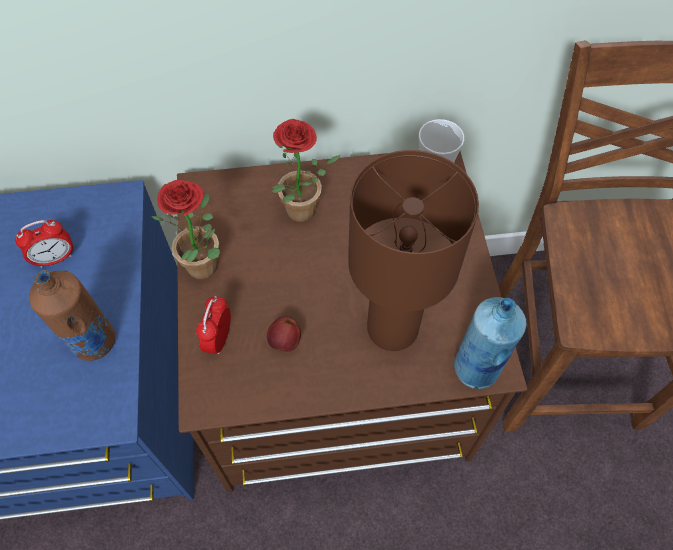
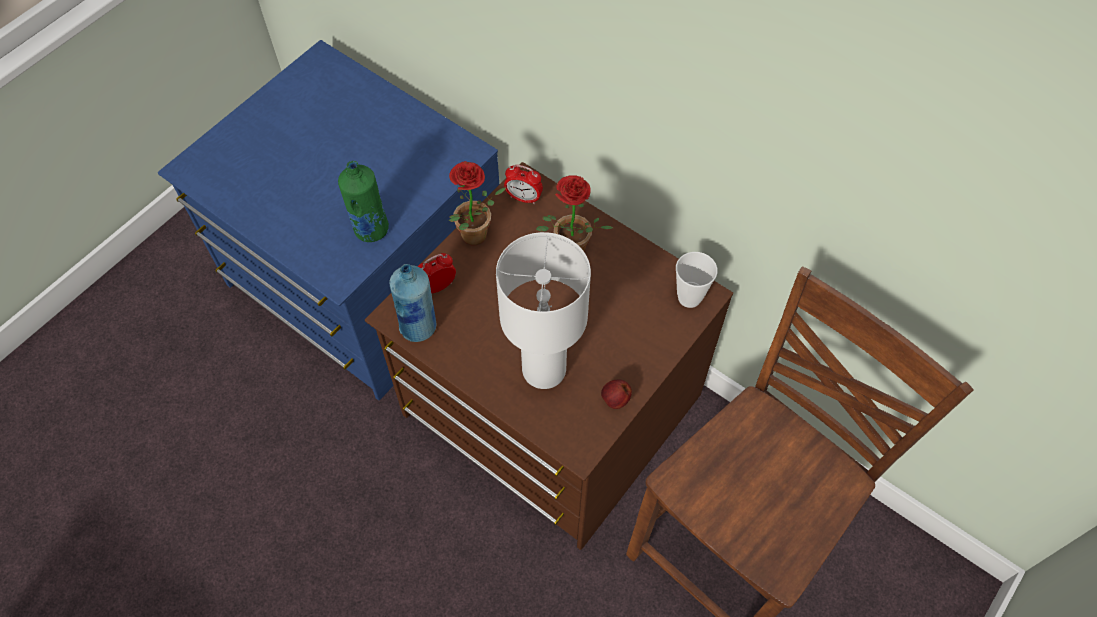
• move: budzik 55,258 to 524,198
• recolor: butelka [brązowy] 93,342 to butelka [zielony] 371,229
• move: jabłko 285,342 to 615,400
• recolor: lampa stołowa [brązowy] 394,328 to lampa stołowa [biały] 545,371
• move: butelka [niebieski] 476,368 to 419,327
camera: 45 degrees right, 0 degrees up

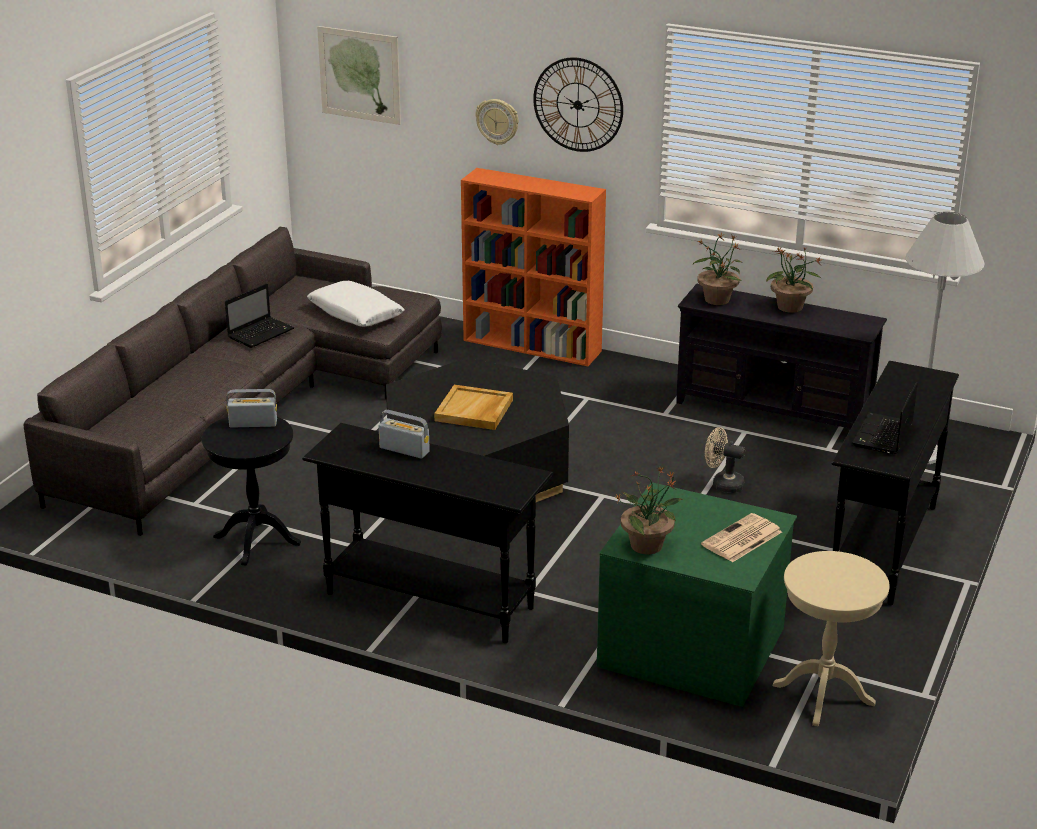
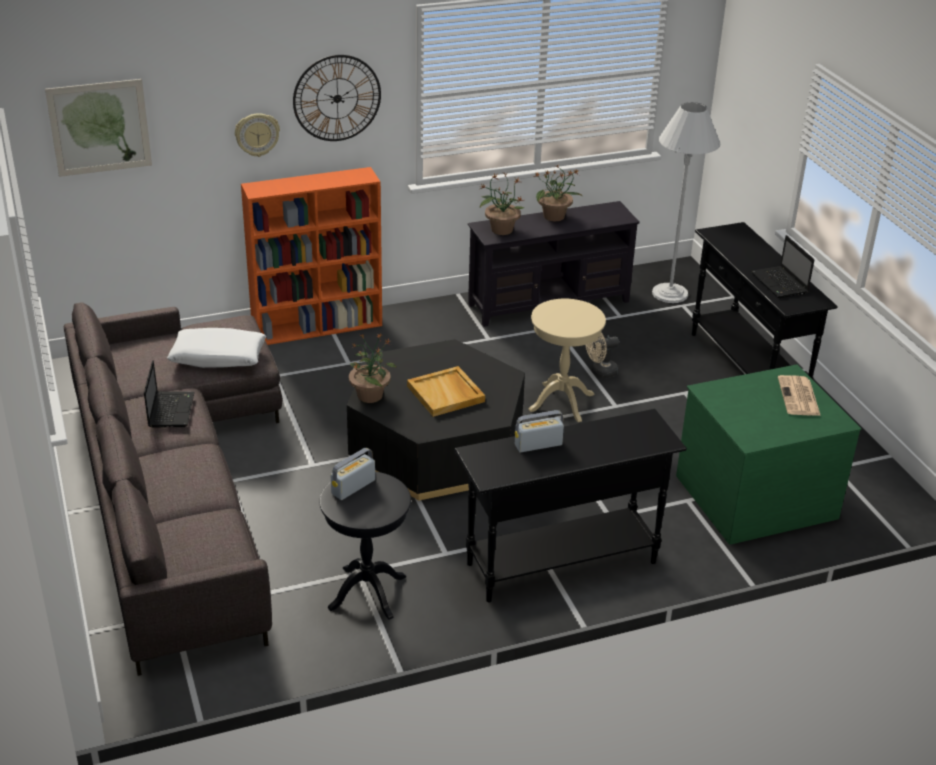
• move: roślina doniczkowa 647,545 to 370,395
• move: stolik [beżowy] 823,694 to 561,402
camera: 45 degrees left, 5 degrees up

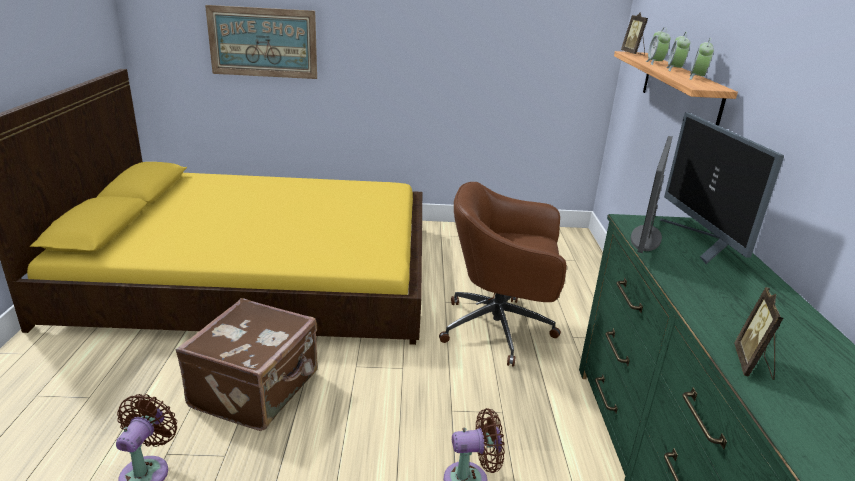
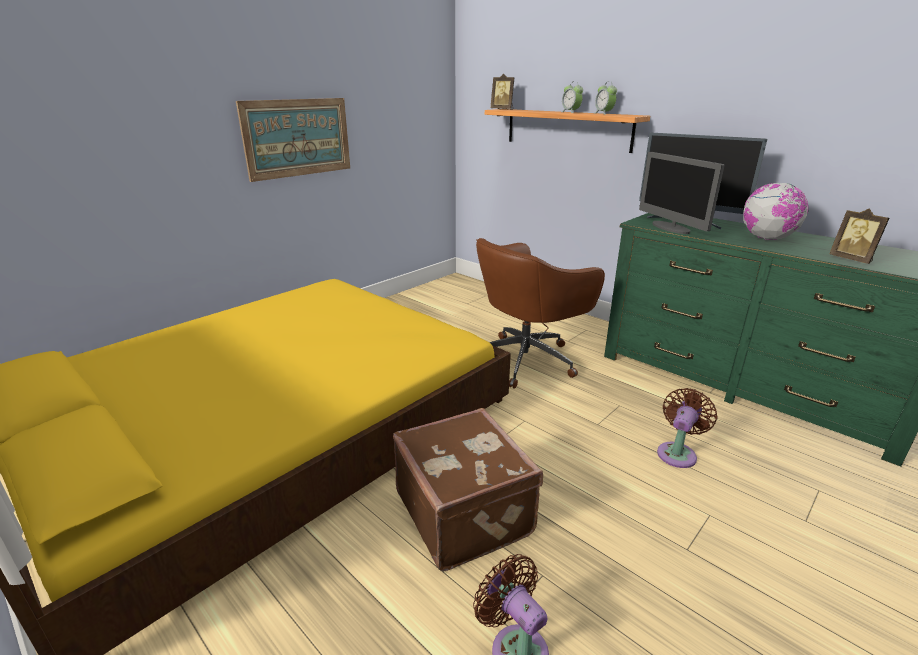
• move: obraz 263,42 to 298,138
• delete: budzik 655,63
• insert: globus 767,238
camera: 45 degrees left, 0 degrees up

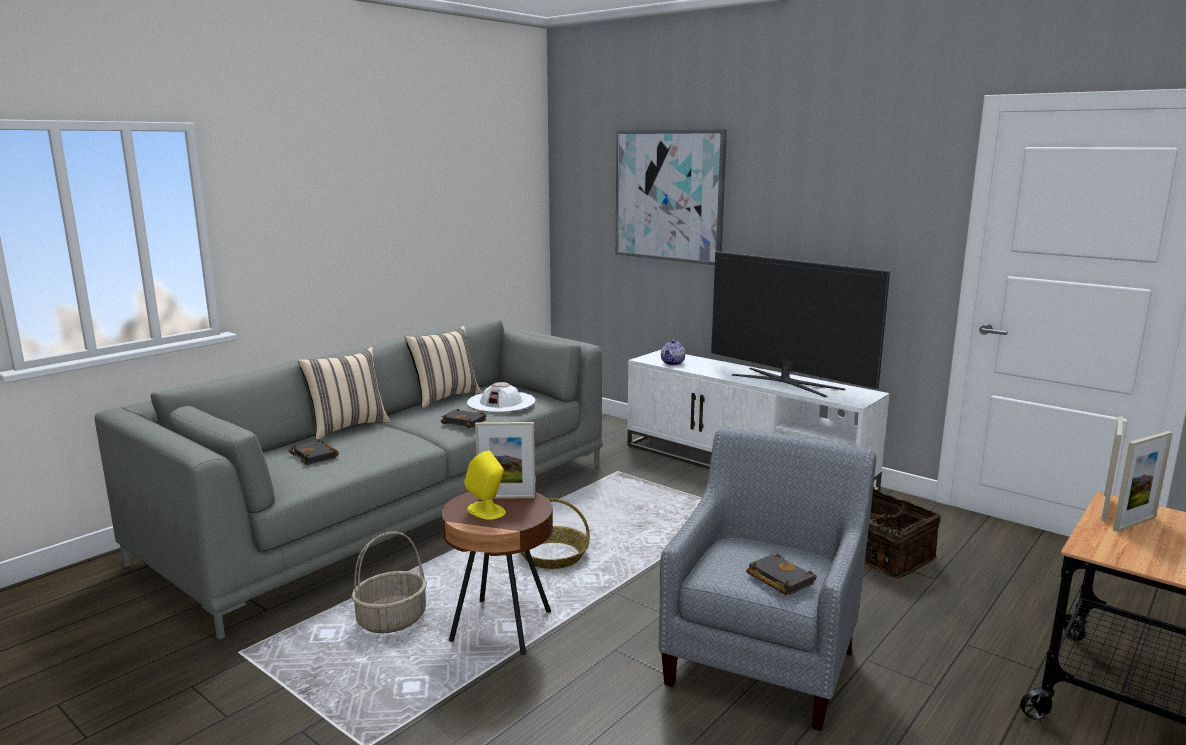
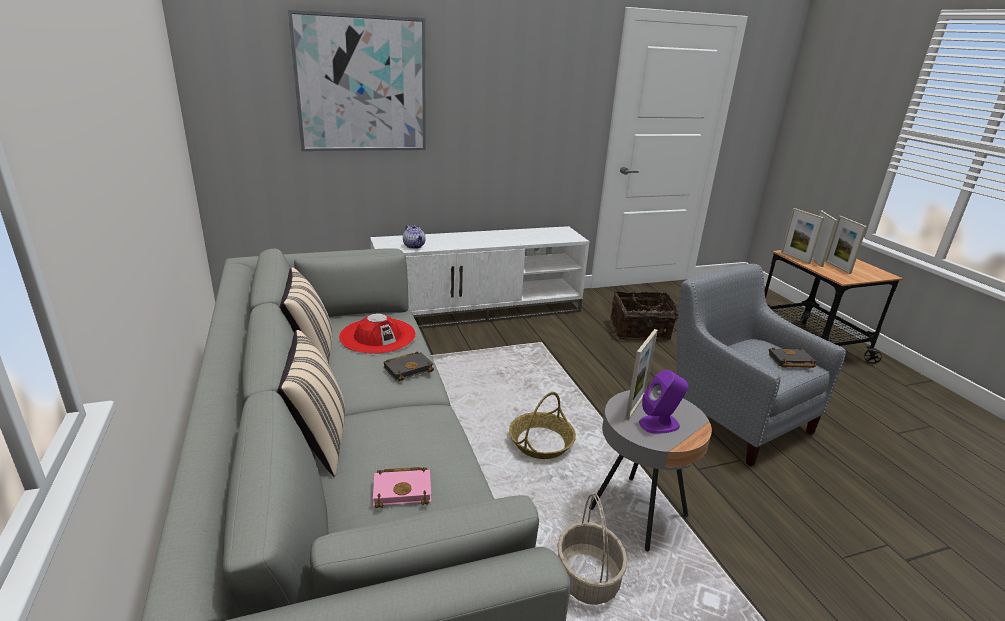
• recolor: książka [czarny] 316,456 to książka [różowy] 404,489
• recolor: stolik [brązowy] 501,626 to stolik [szary] 638,512
• recolor: głośnik [żółty] 486,511 to głośnik [fioletowy] 659,424
• recolor: kapelusz [biały] 501,402 to kapelusz [czerwony] 377,336
• delete: telewizor 787,382
• insert: ramka na zdjęcie 837,267
camera: 60 degrees left, 10 degrees up

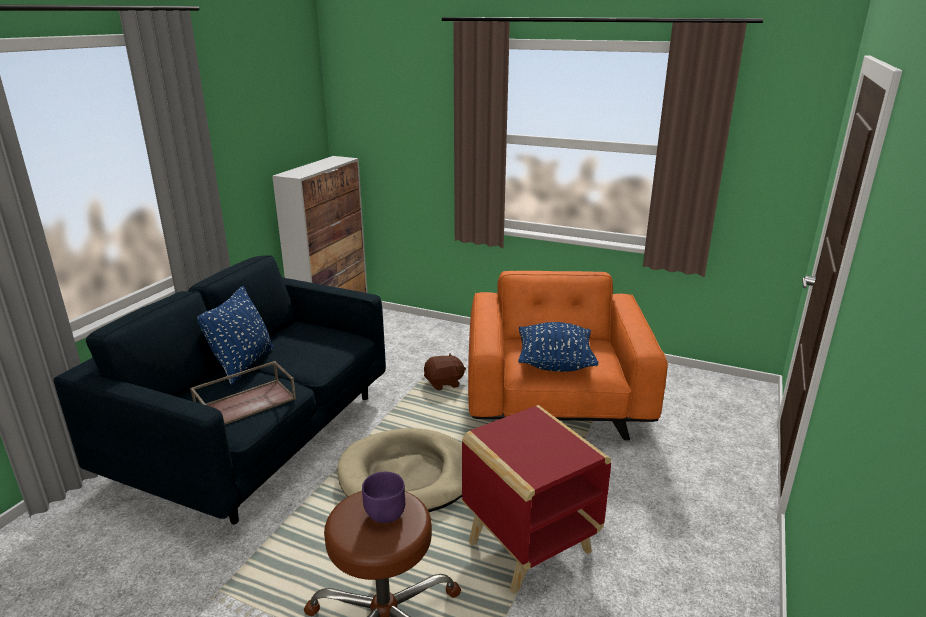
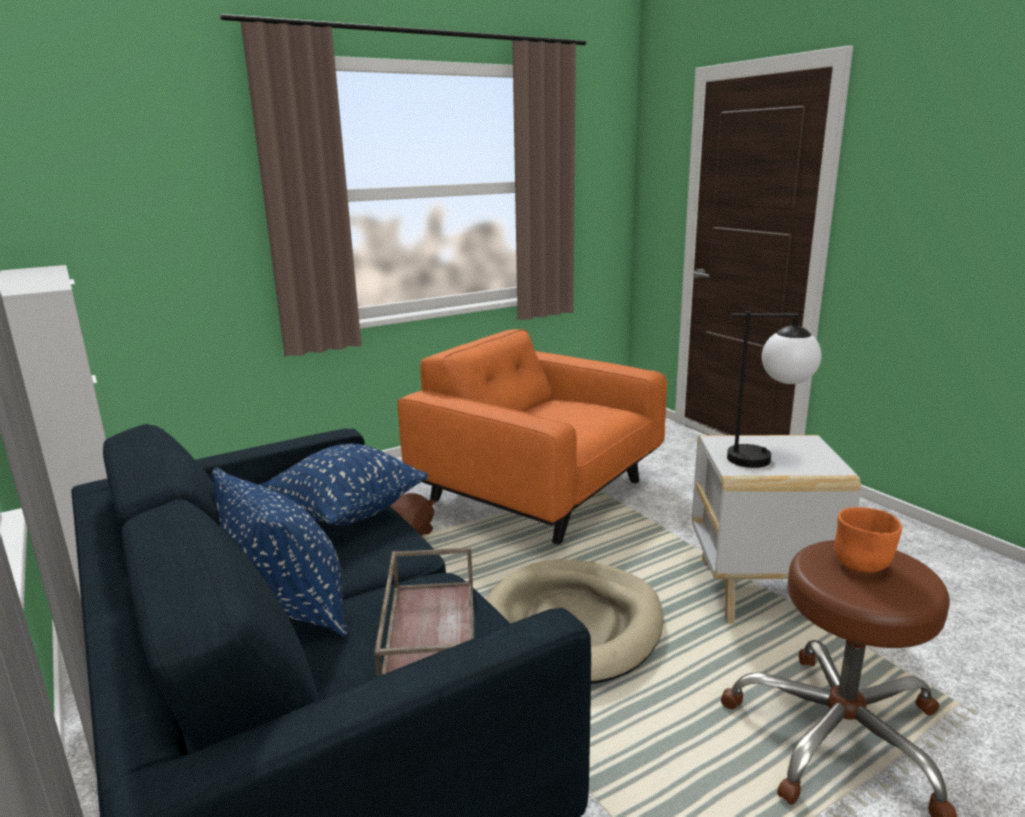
• recolor: miska [fioletowy] 385,516 to miska [pomarańczowy] 863,566
• recolor: stolik [czerwony] 530,546 to stolik [biały] 757,588
• move: poduszka [niebieski] 555,363 to 347,512
• insert: lampa stołowa 766,459
camera: 55 degrees left, 5 degrees down

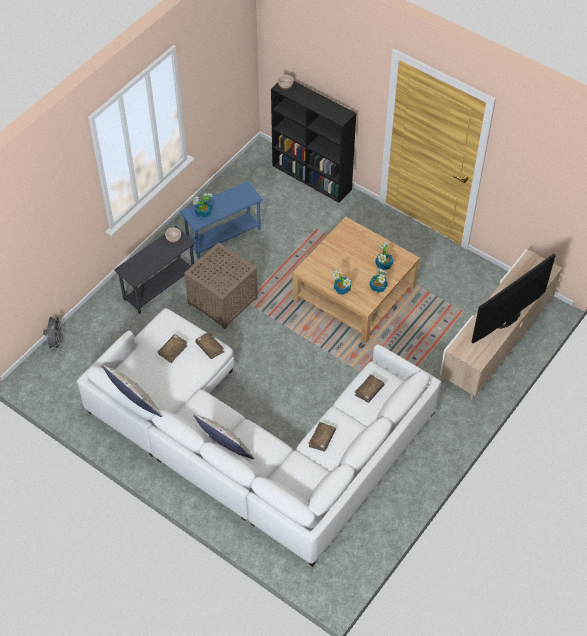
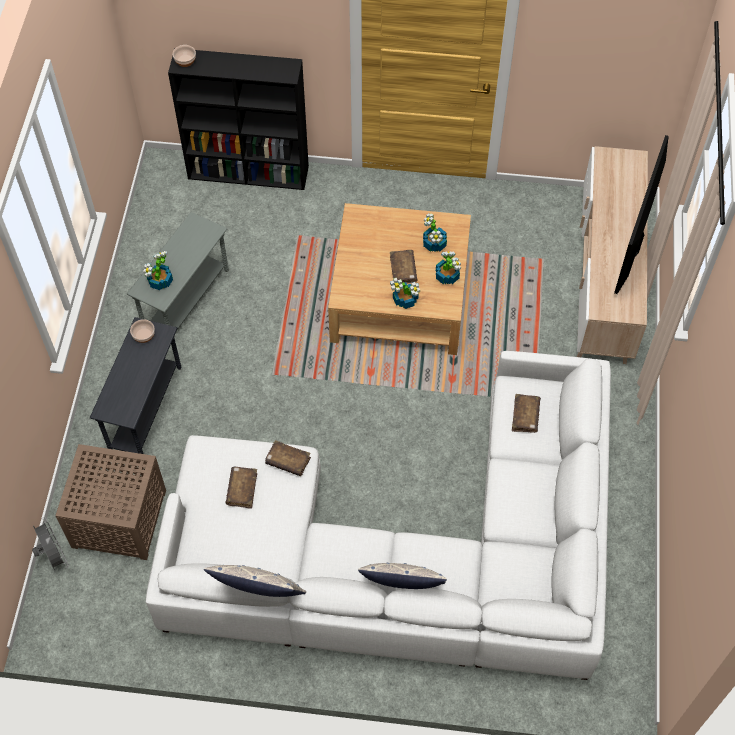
• recolor: stolik [niebieski] 223,236 to stolik [szary] 186,300
• move: stolik [brązowy] 223,301 to 120,520
• move: książka [brązowy] 322,439 to 403,270
camera: 30 degrees left, 5 degrees up

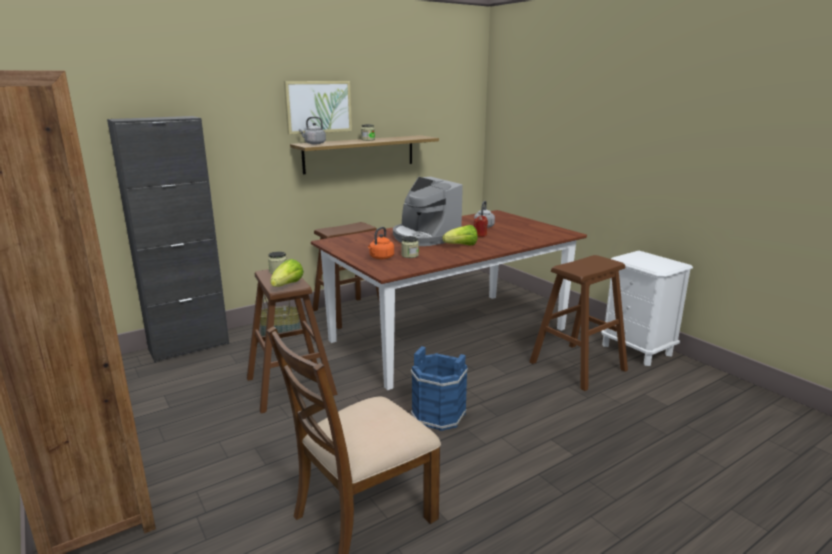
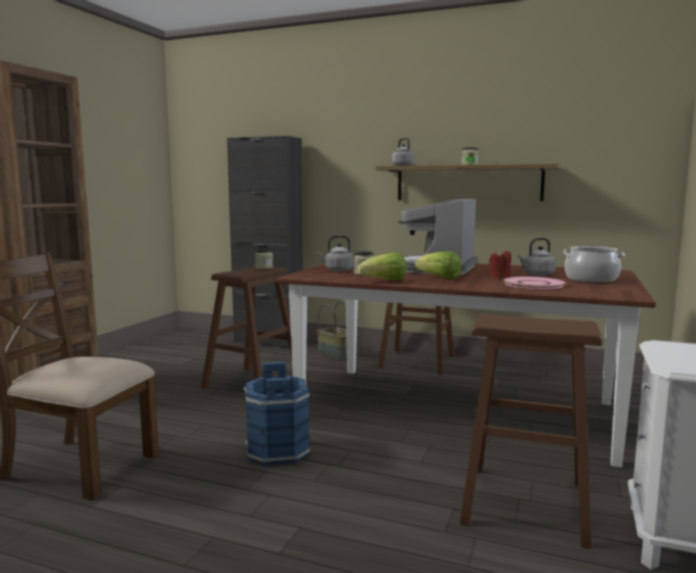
• move: sałata 287,285 to 385,281
• delete: obraz 318,107
• recolor: czajnik [pomarańczowy] 381,258 to czajnik [szary] 337,270
• insert: talerz [różowy] 534,284
• insert: garnek 591,279
camera: 55 degrees right, 10 degrees down

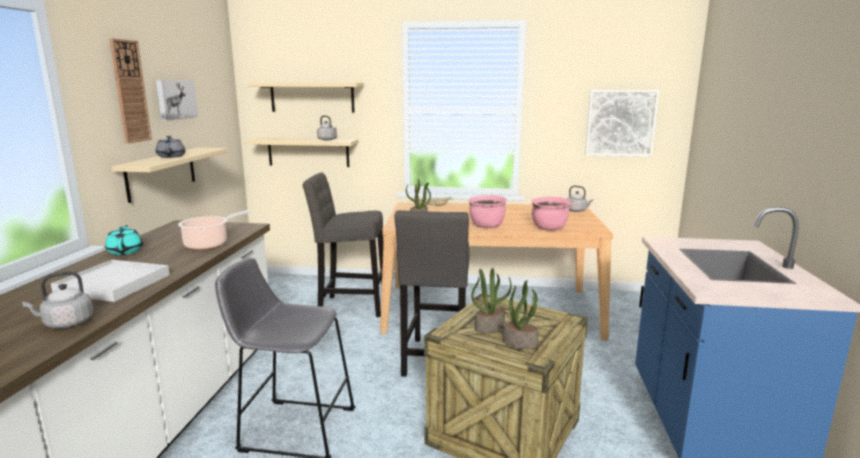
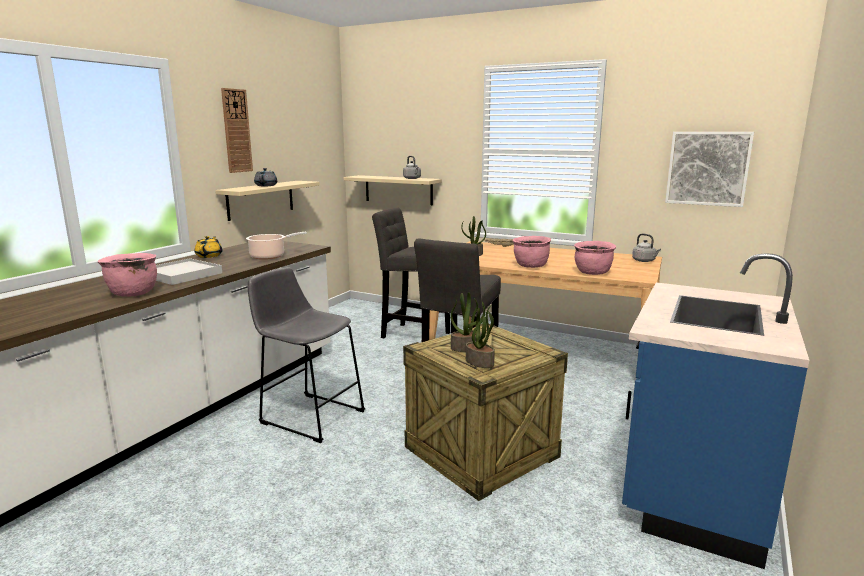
• replace: czajnik [szary] 66,323 to garnek [różowy] 132,293
• recolor: imbryk [turkusowy] 125,251 to imbryk [żółty] 209,256
• delete: obraz 175,99
• delete: półka [beżowy] 312,97
camera: 20 degrees right, 0 degrees up

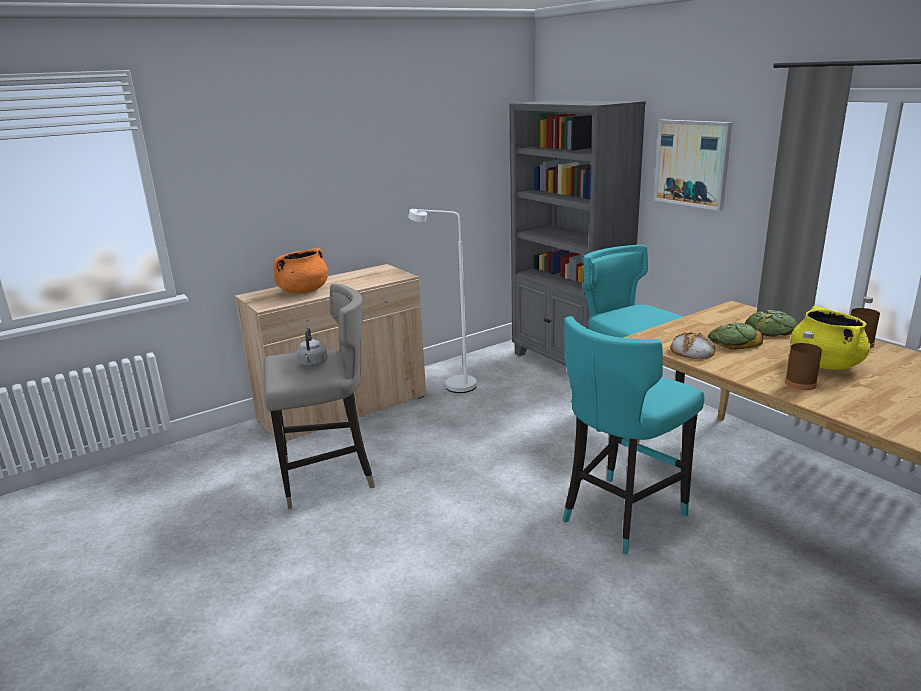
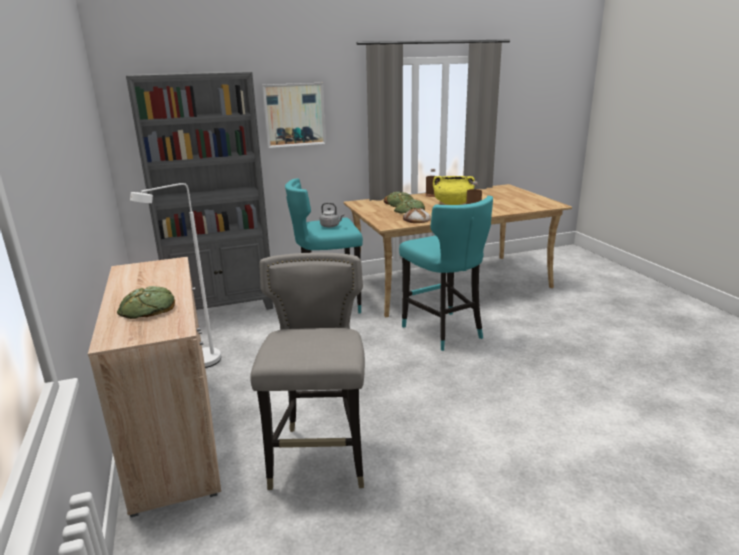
• replace: garnek [pomarańczowy] 303,291 to chleb 148,308
• move: czajnik [szary] 312,364 to 331,226
camera: 75 degrees left, 0 degrees up

